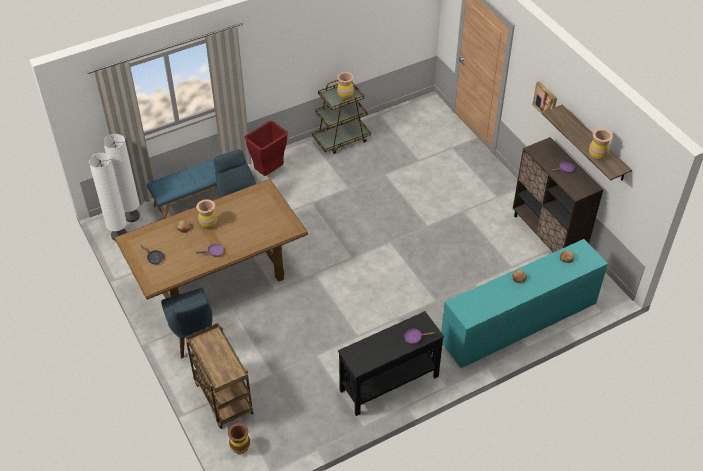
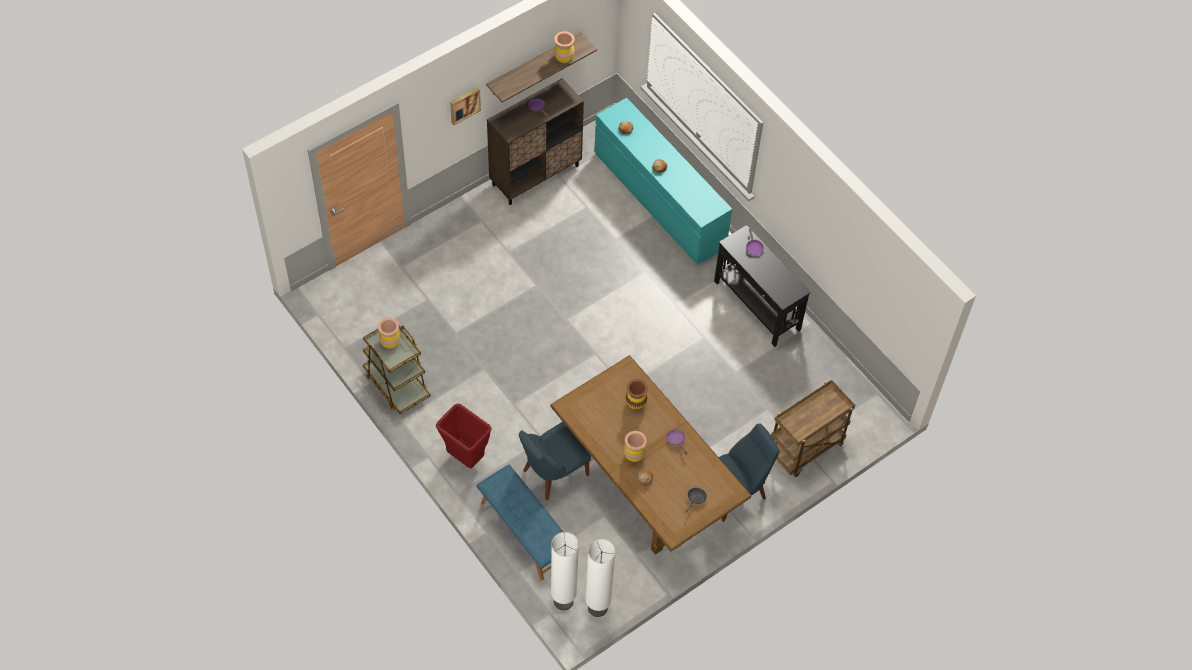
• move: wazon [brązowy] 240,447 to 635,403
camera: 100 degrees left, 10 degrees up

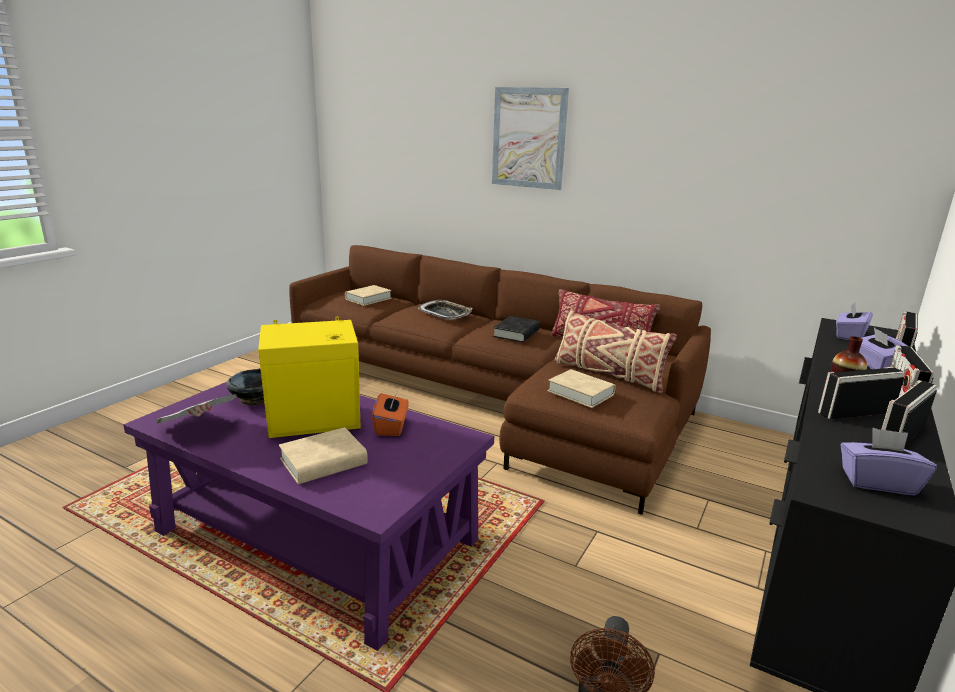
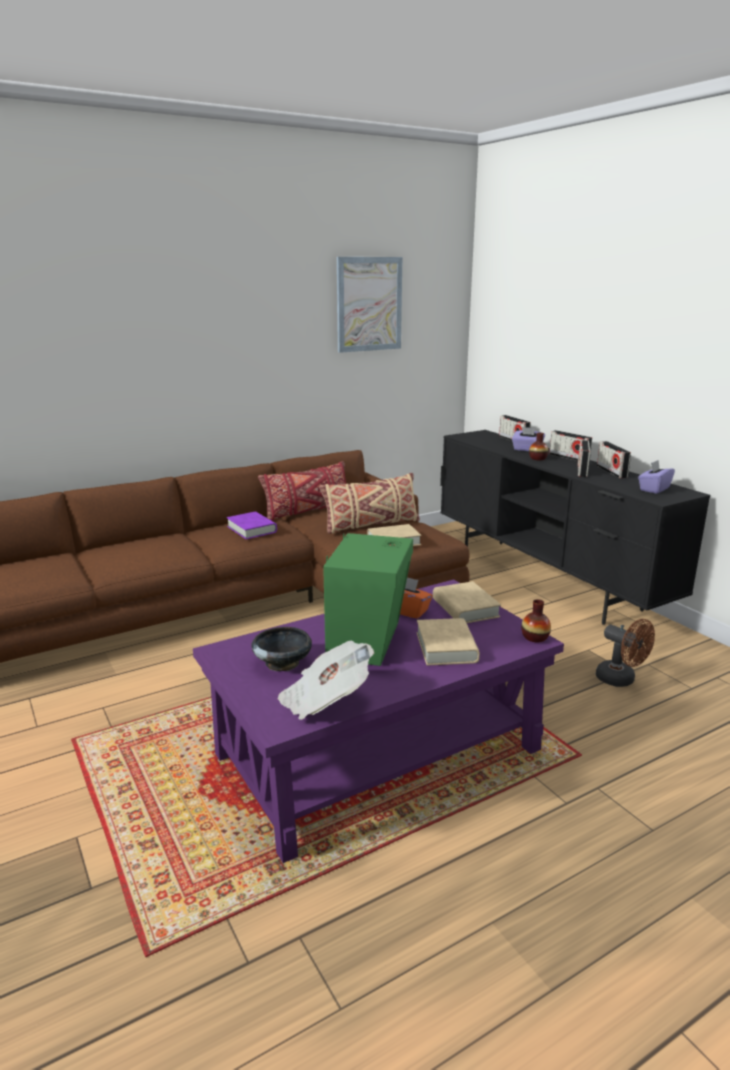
• recolor: głośnik [żółty] 316,423 to głośnik [zielony] 369,640
• move: książka [beżowy] 368,299 to 465,608
• delete: taca 445,313
• move: obraz 529,138 to 369,304
• recolor: książka [czarny] 516,333 to książka [fioletowy] 252,529
• delete: pudełko chusteczek [fioletowy] 849,336
• insert: wazon 535,637
camera: 60 degrees left, 0 degrees up

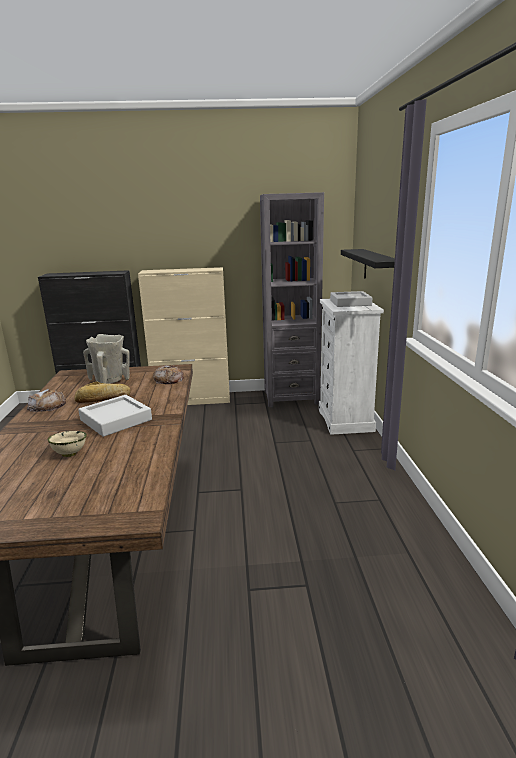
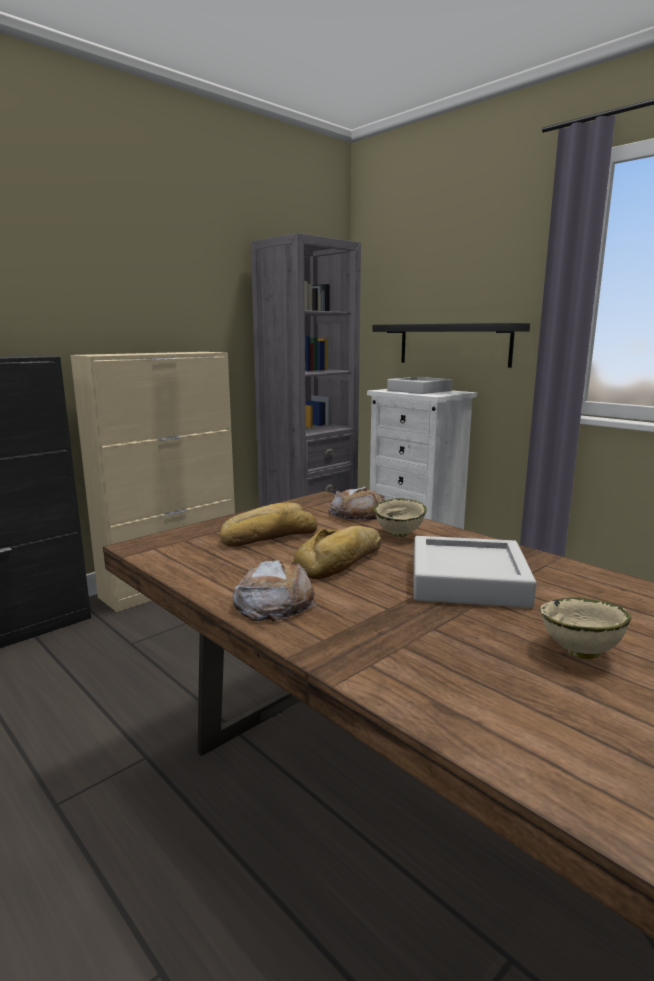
• replace: wazon [beżowy] 110,380 to chleb 268,536
• insert: miska [beżowy] 400,534
camera: 40 degrees left, 5 degrees down

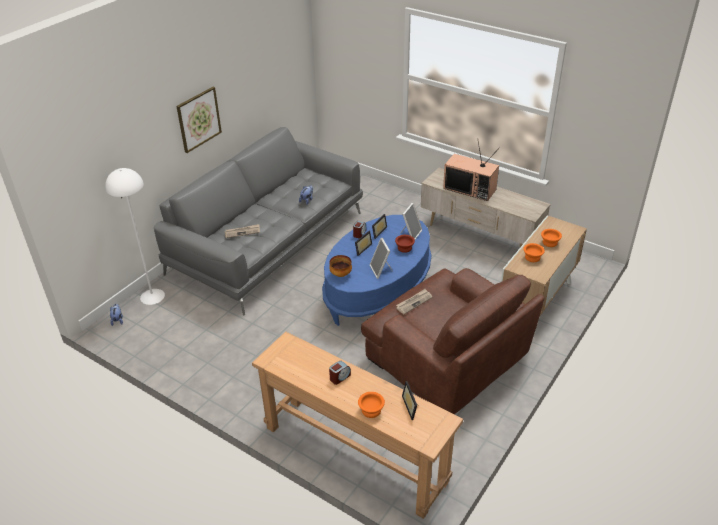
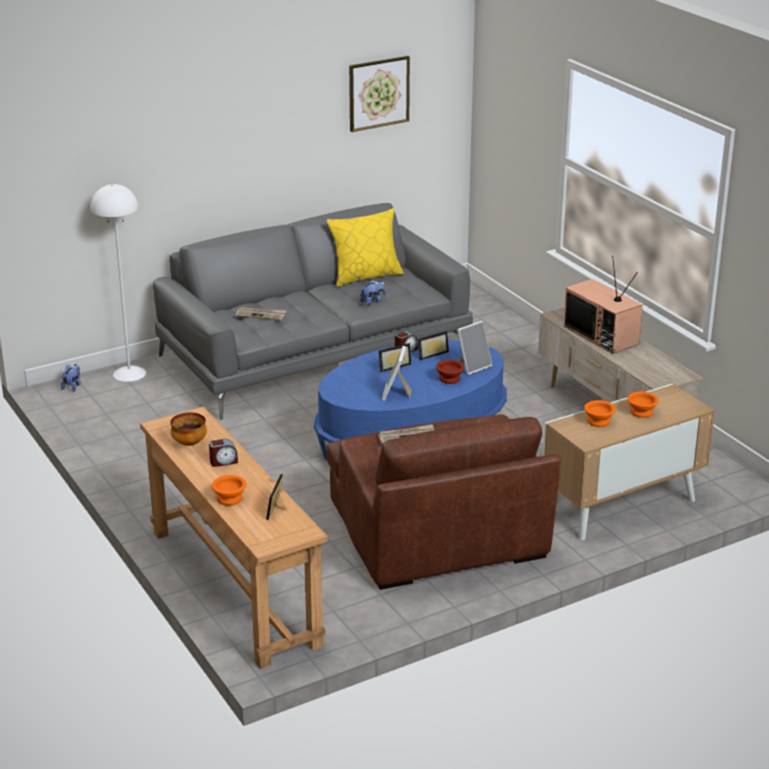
• move: obraz 198,119 to 378,93
• move: miska 341,274 to 190,443
• insert: poduszka [żółty] 365,276
camera: 25 degrees right, 10 degrees down

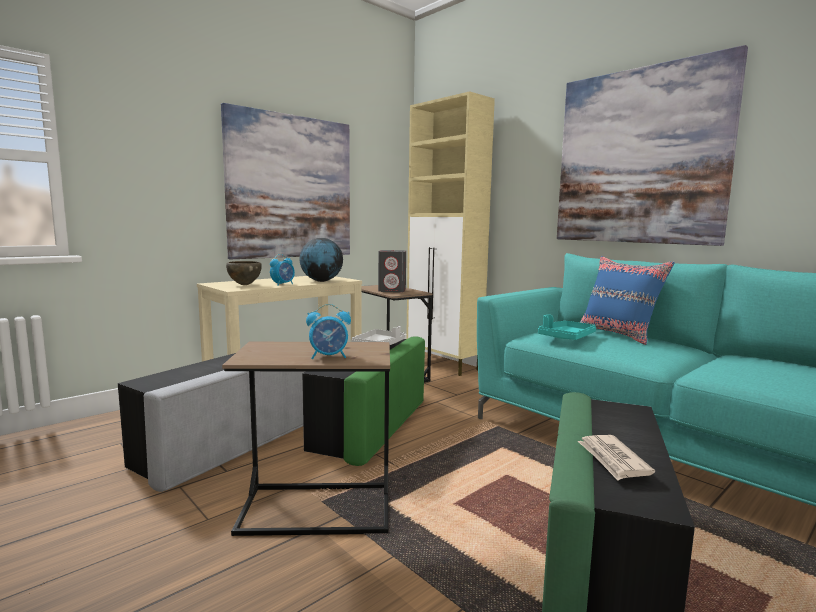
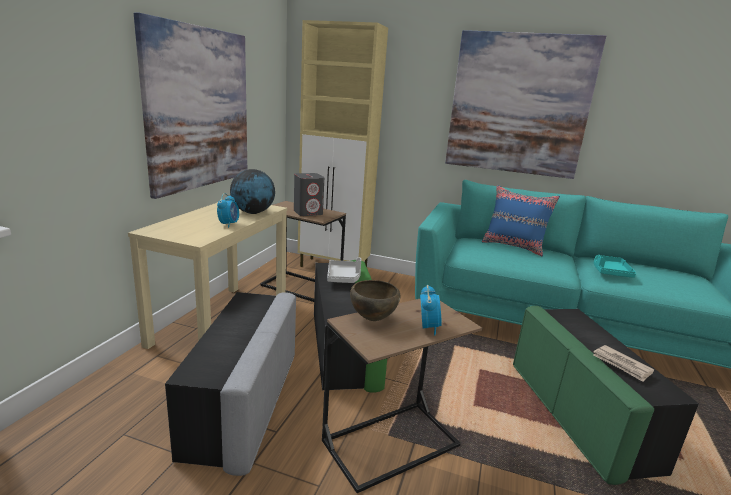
• move: miska [brązowy] 244,285 to 372,319
• rotate: budzik 329,357 = 428,327 45 degrees counterclockwise
• move: taca [turkusowy] 566,337 to 610,271
camera: 30 degrees left, 10 degrees up

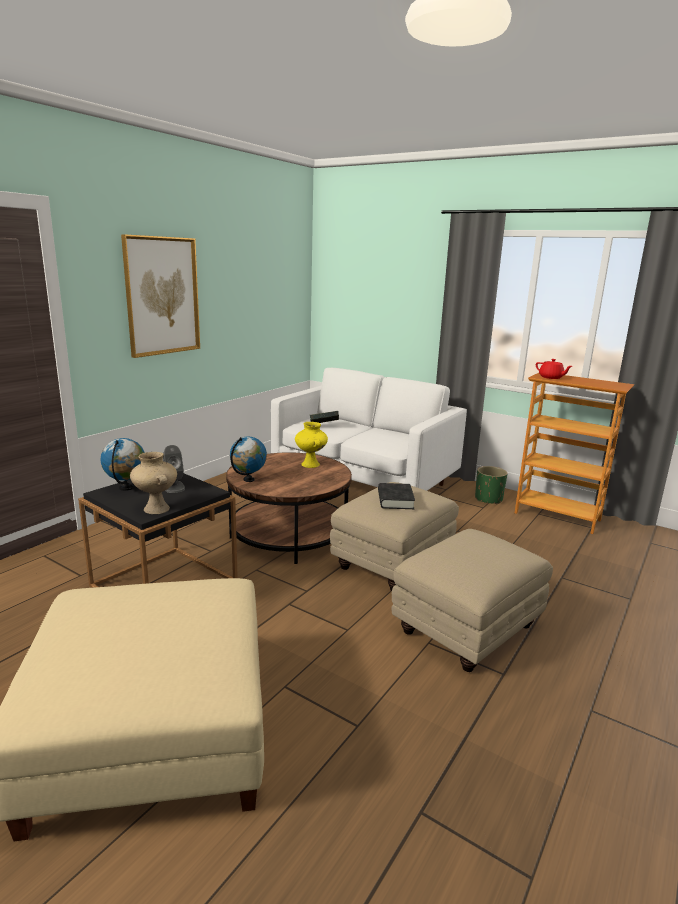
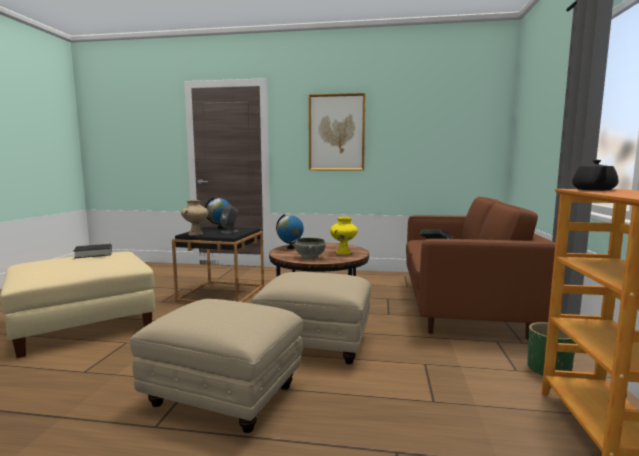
• recolor: kanapa [biały] 363,480 to kanapa [brązowy] 461,306
• move: książka [czarny] 395,500 to 94,254
• recolor: imbryk [czerwony] 551,377 to imbryk [czarny] 593,190
• insert: miska [szary] 309,257
camera: 65 degrees right, 10 degrees down

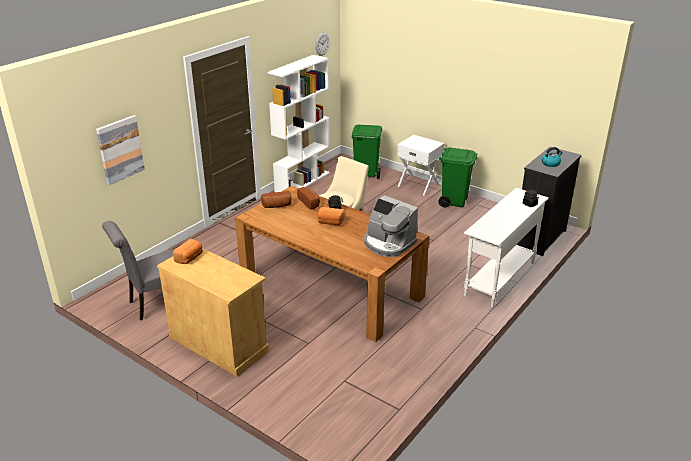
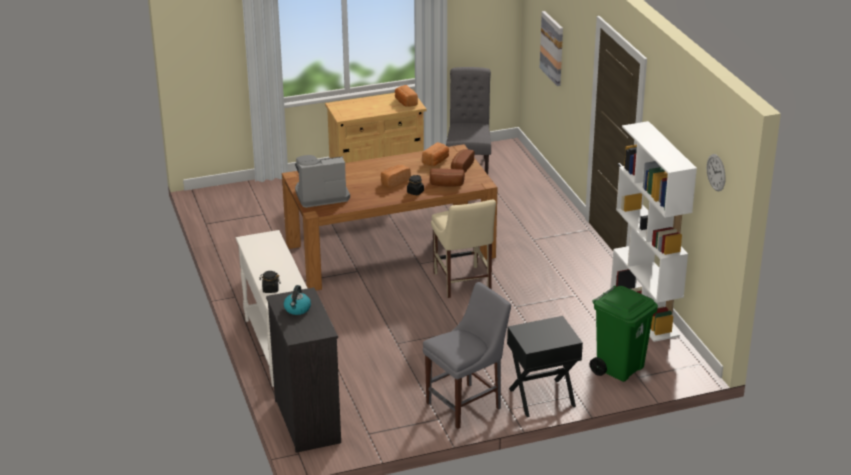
• recolor: szafka nocna [biały] 418,185 to szafka nocna [czarny] 542,398
• replace: kosz na śmieci [zielony] 454,201 to krzesło [szary] 467,404
• insert: chleb 436,161
camera: 125 degrees right, 0 degrees up

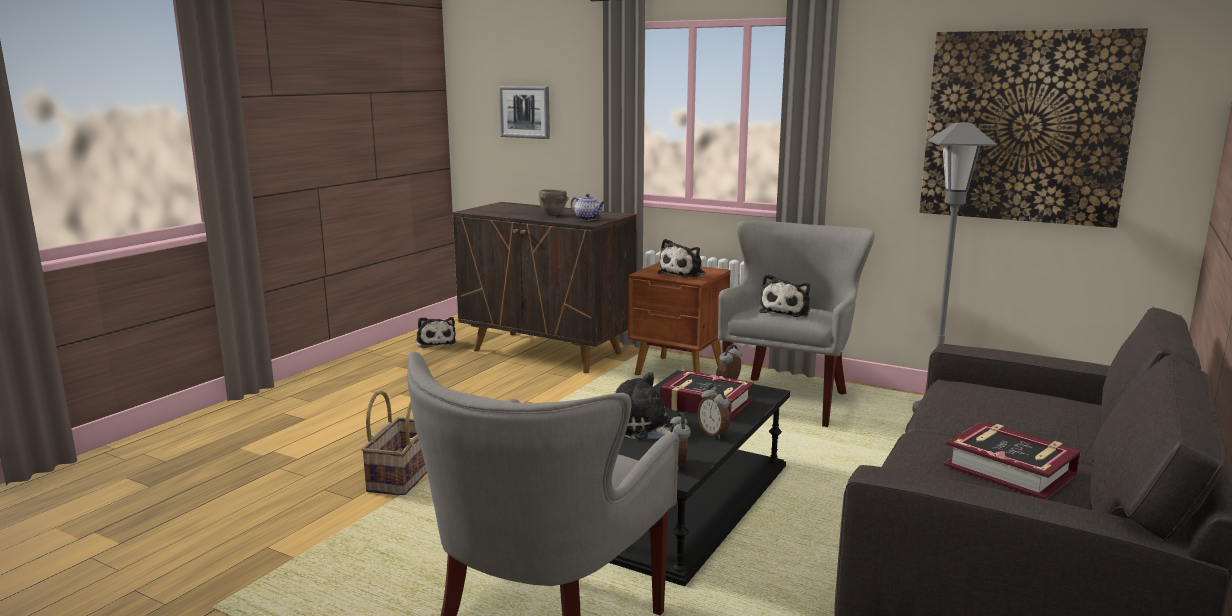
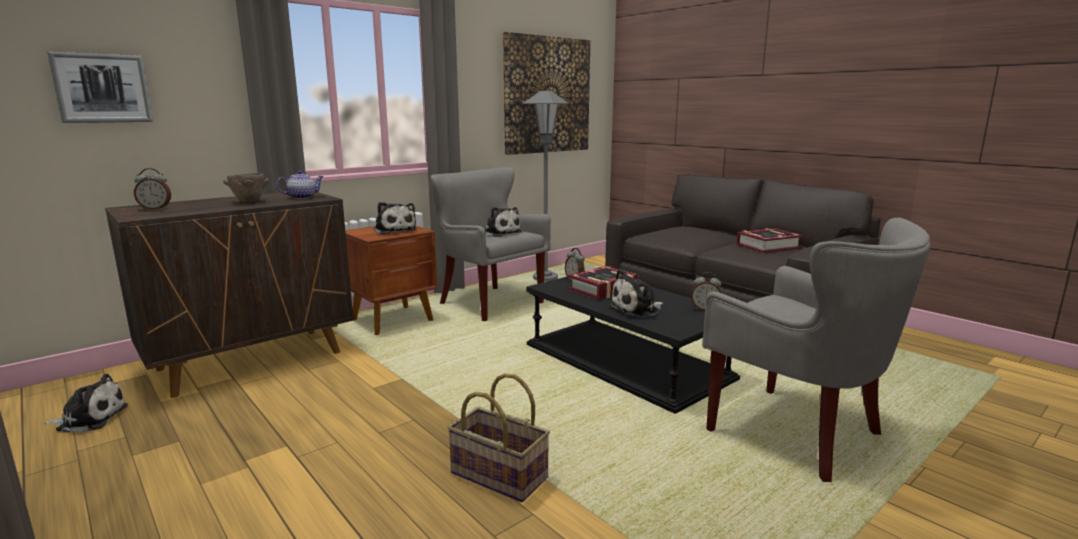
• move: budzik 714,433 to 155,209
camera: 70 degrees left, 0 degrees up

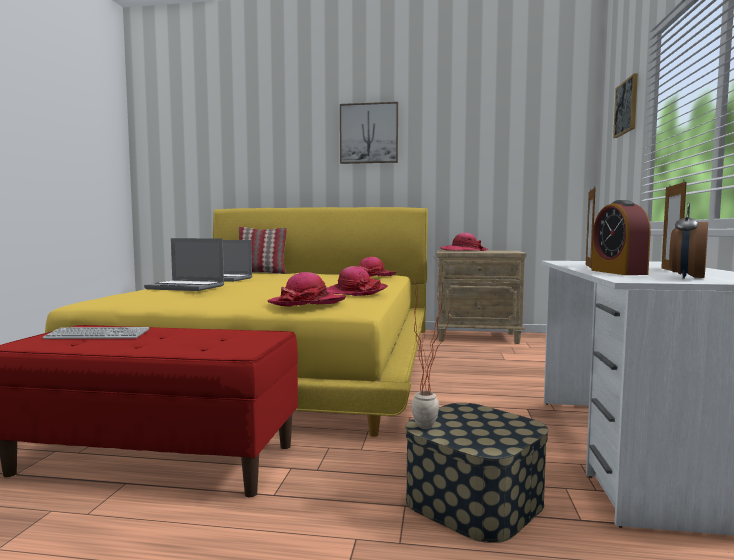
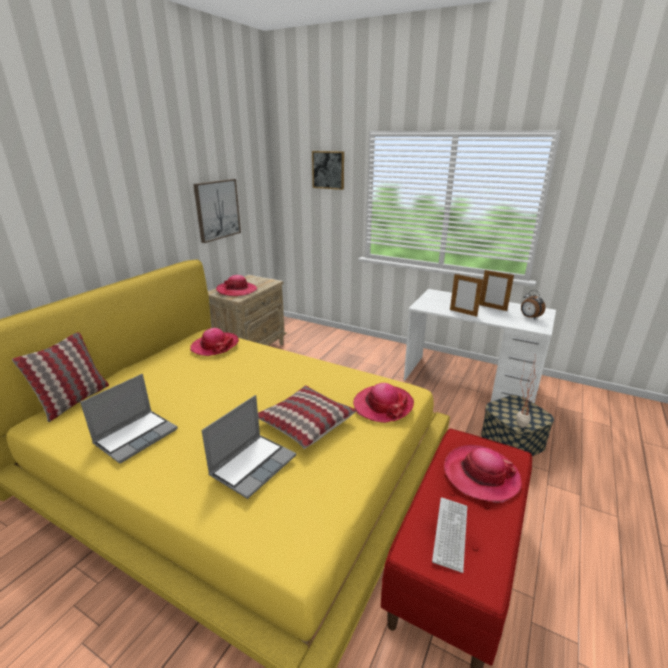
• move: kapelusz 354,292 to 481,475
• move: obraz 369,133 to 217,210
• delete: budzik 618,272
• insert: poduszka 305,423
camera: 70 degrees left, 20 degrees up

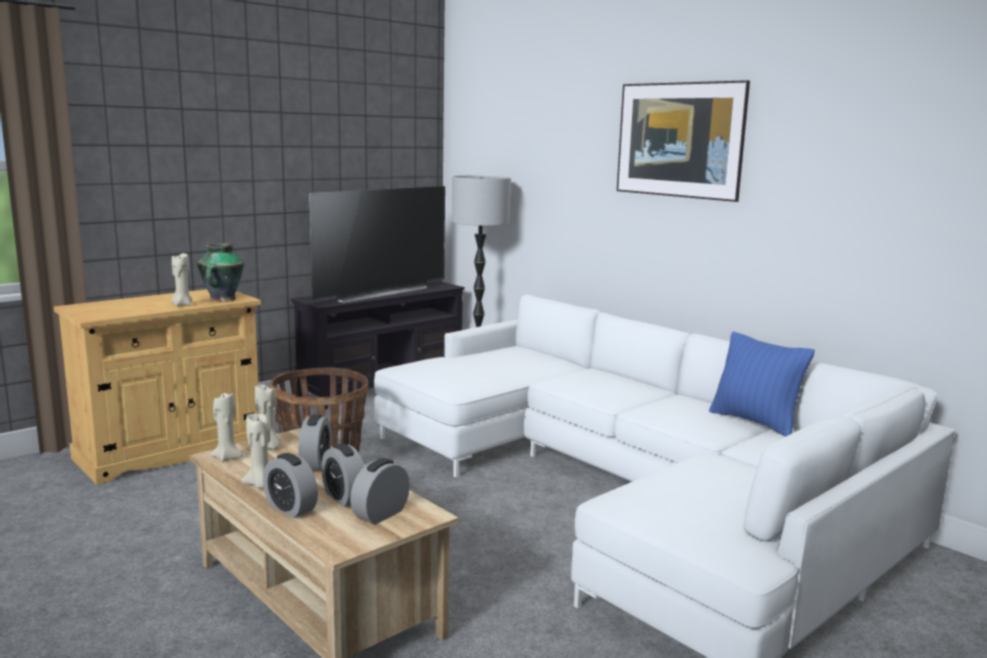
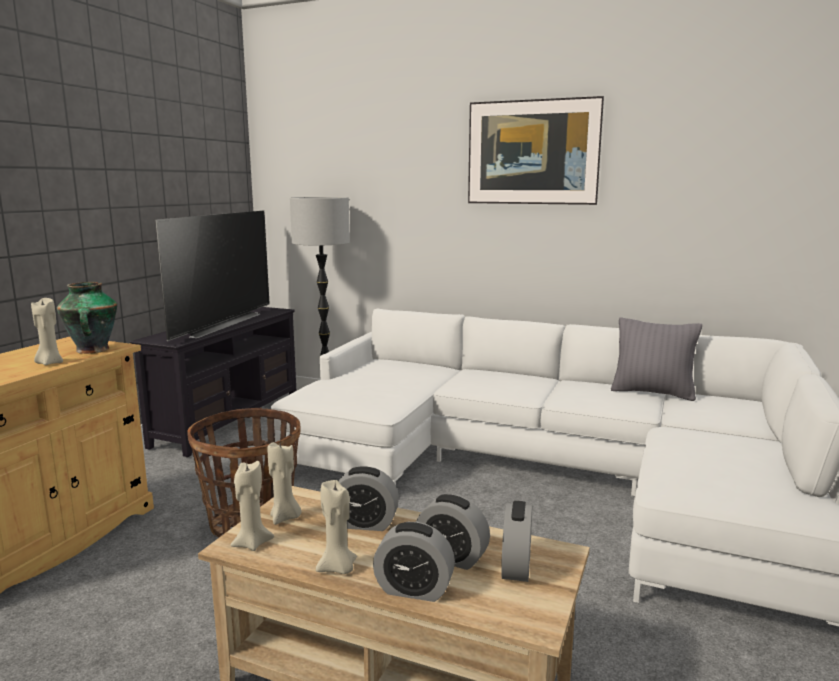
• rotate: budzik 316,463 = 365,524 120 degrees clockwise
• recolor: poduszka [niebieski] 754,422 to poduszka [szary] 652,393
camera: 25 degrees left, 0 degrees up

